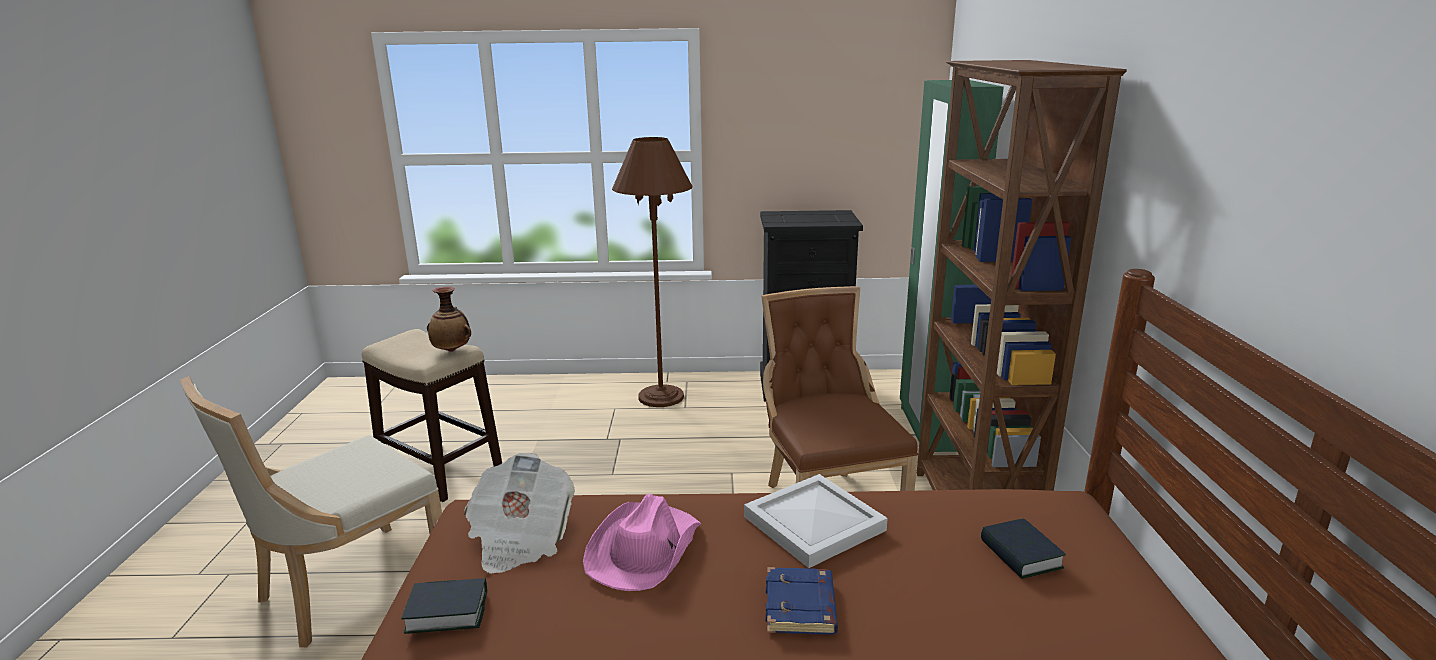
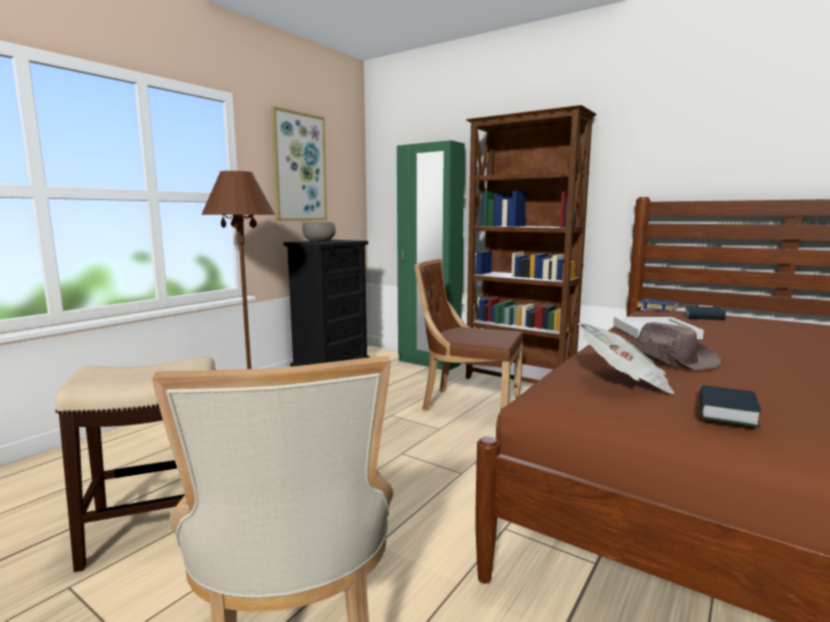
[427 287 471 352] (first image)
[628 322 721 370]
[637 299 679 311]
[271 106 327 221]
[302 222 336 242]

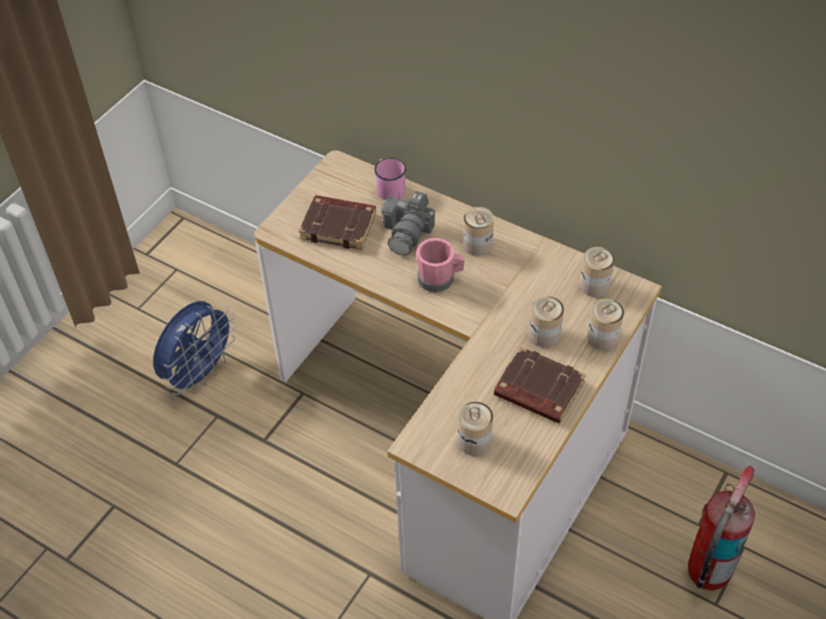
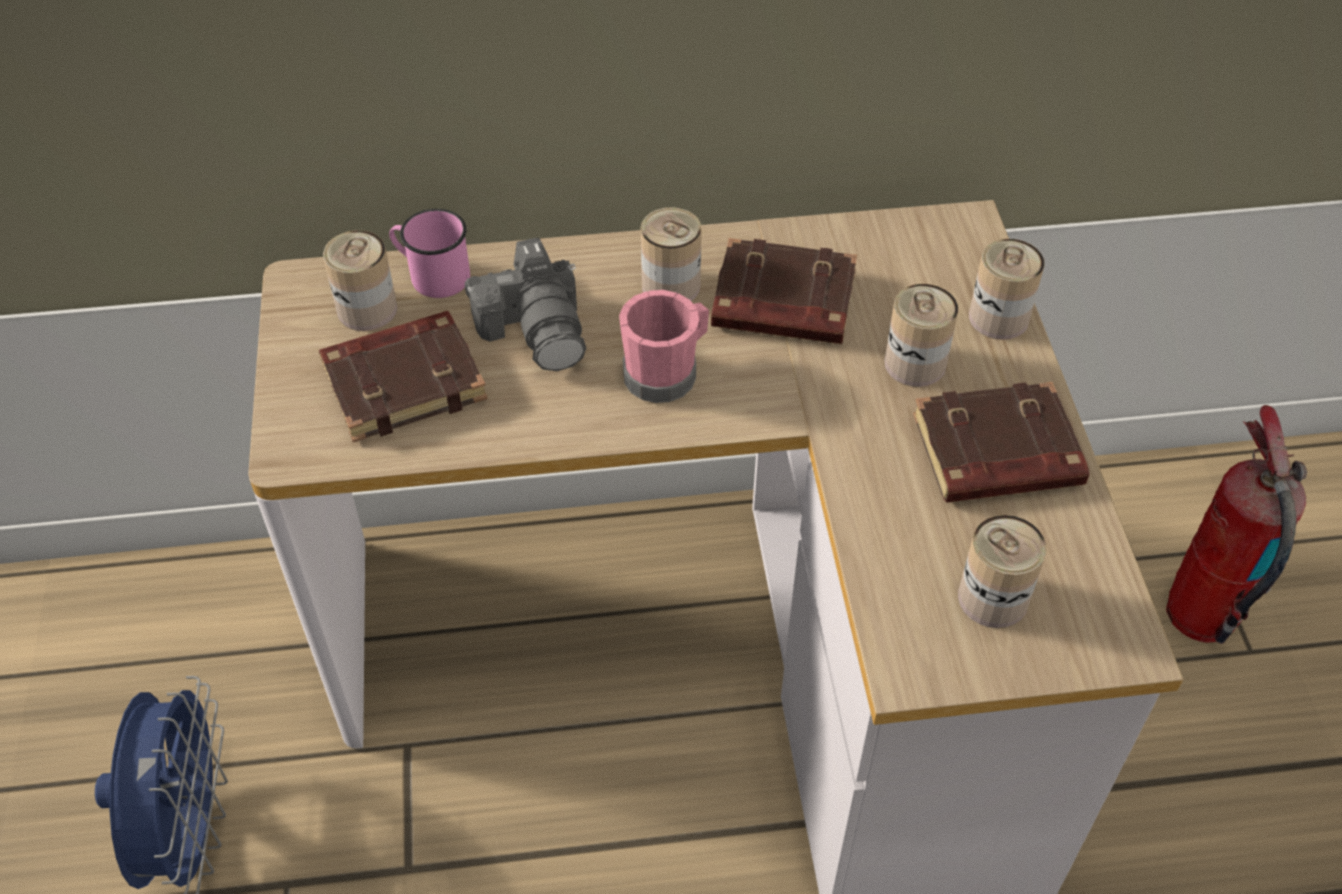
[323 230 397 331]
[711 238 857 344]

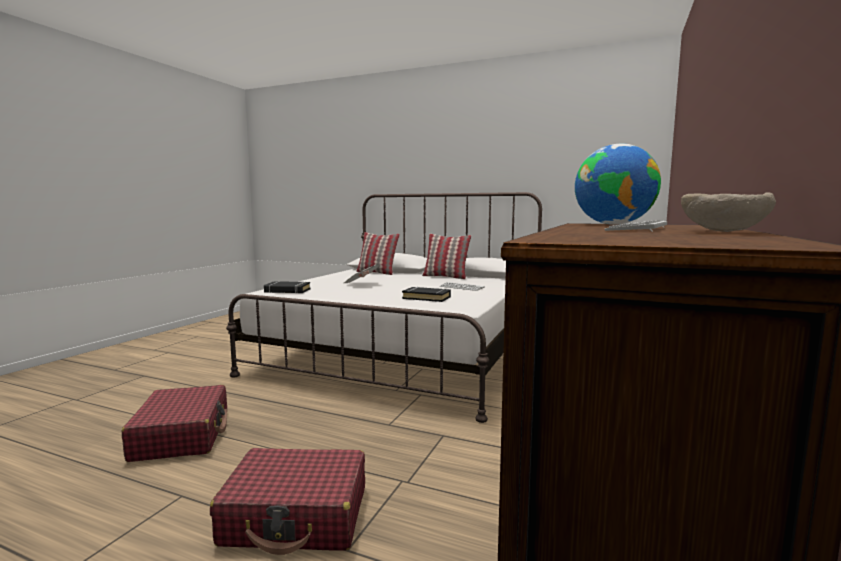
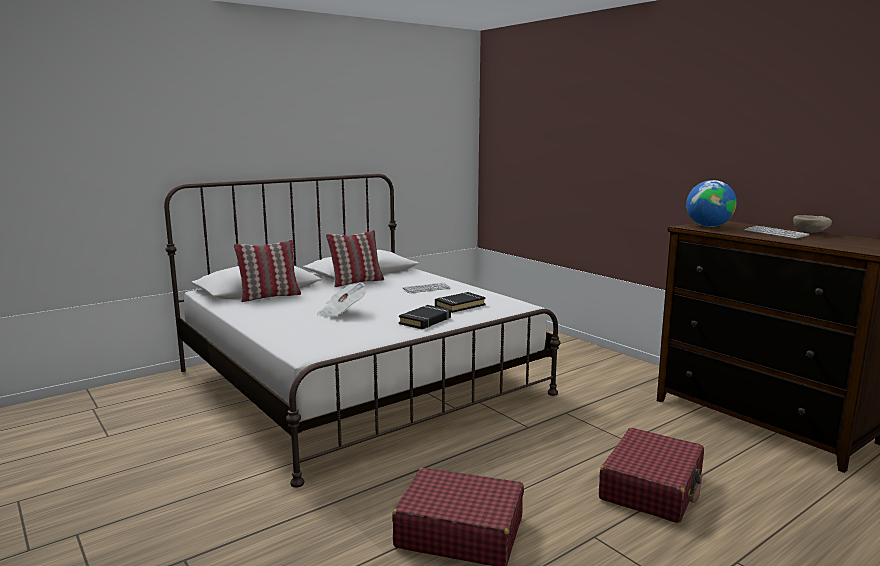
[399 305 451 329]

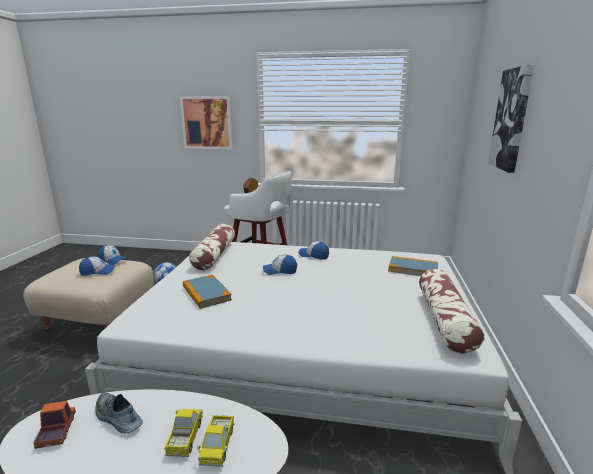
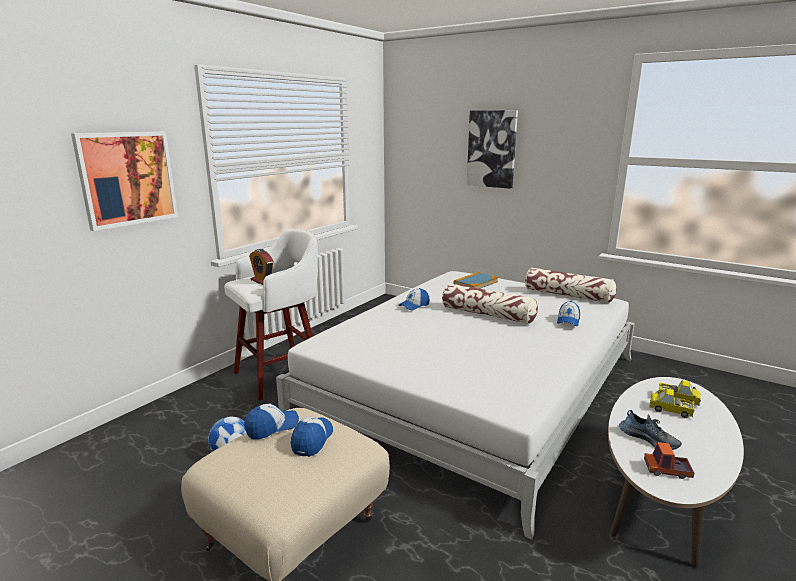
[442 283 538 324]
[557 301 580 326]
[183 275 232 309] (first image)
[619 410 682 450]

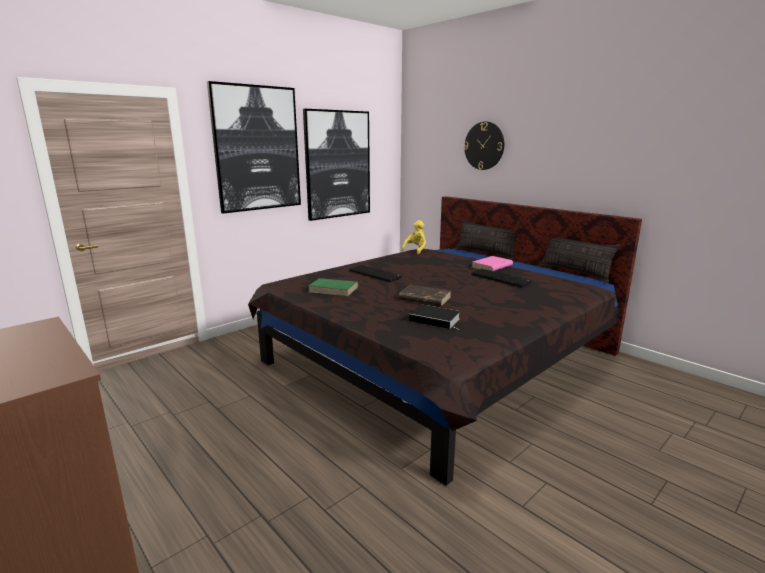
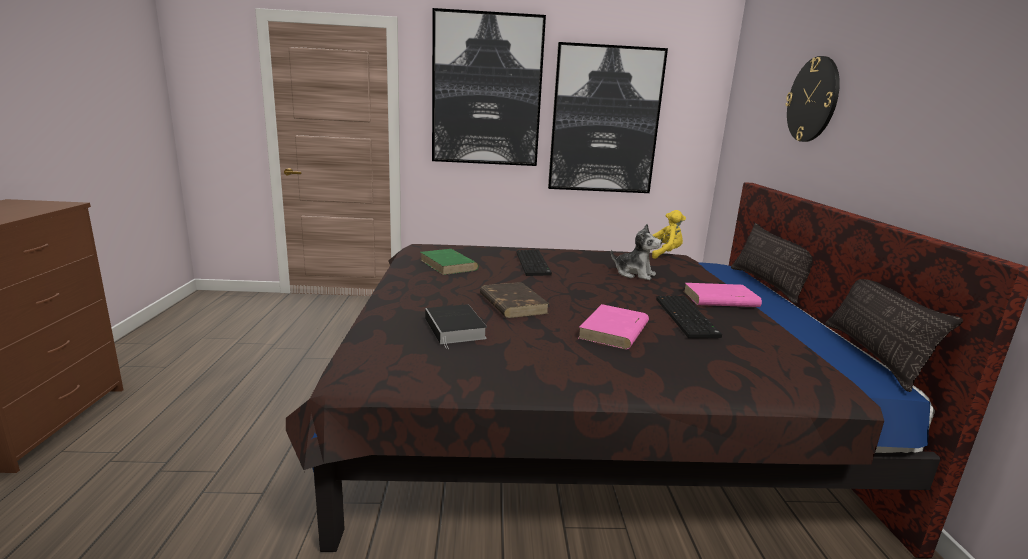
[611 224 662 280]
[578 304 649 349]

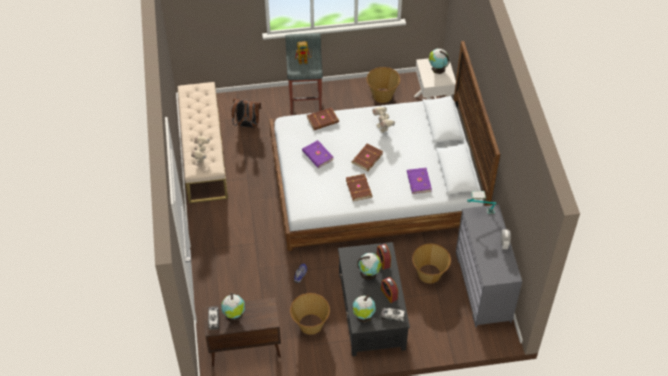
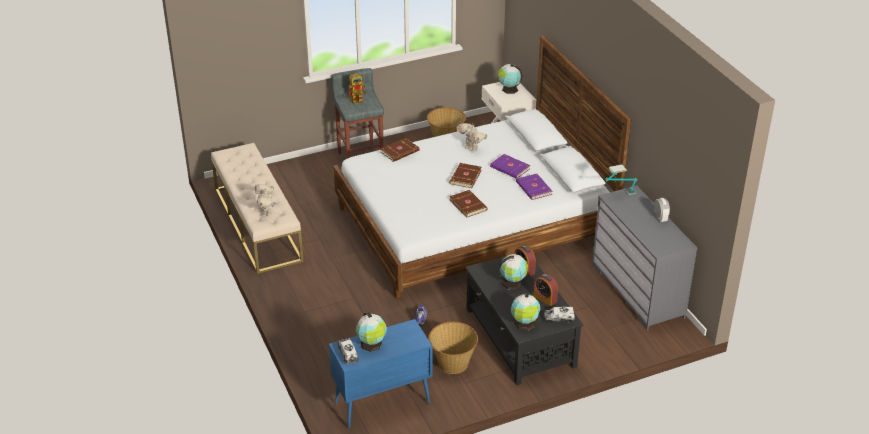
[231 98 261 128] (first image)
[490 154 530 179]
[412 243 451 284] (first image)
[329 319 432 429]

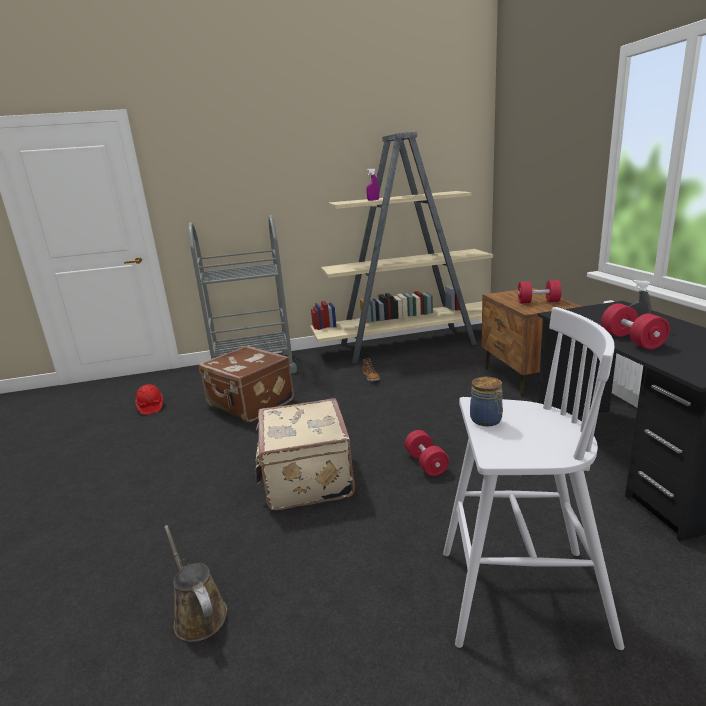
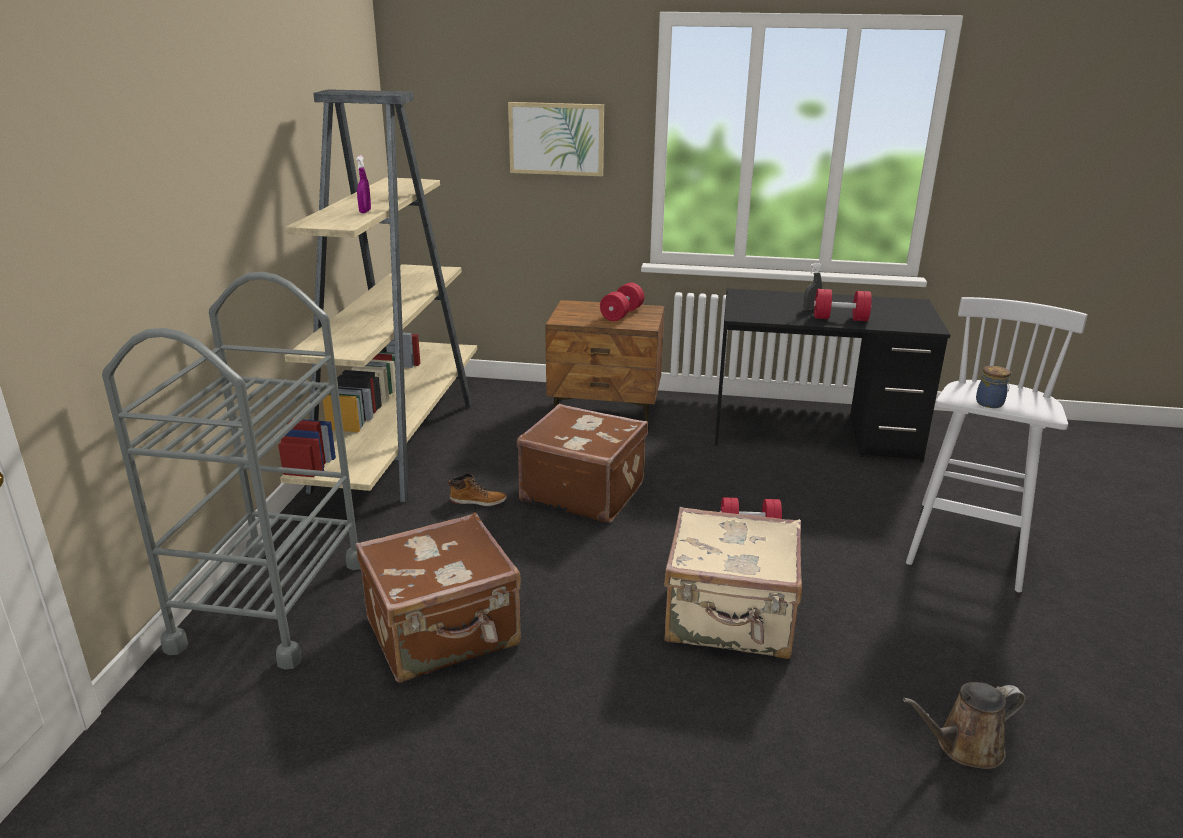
[135 384 163 415] (first image)
[508 102 604 177]
[517 404 648 523]

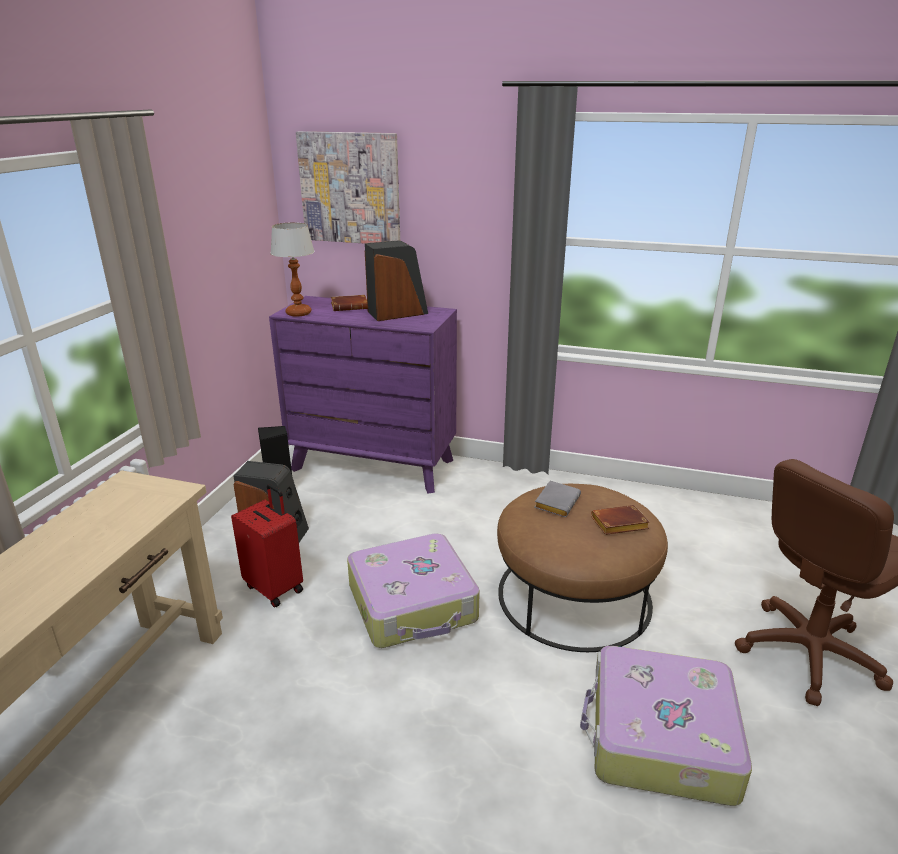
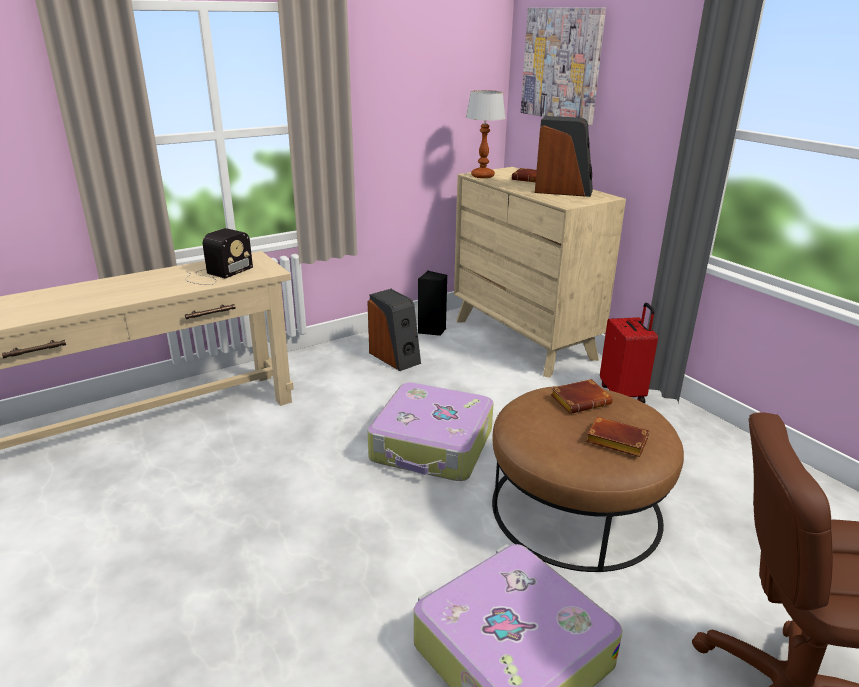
[454 167 626 378]
[550 379 613 414]
[600 303 658 403]
[185 228 253 285]

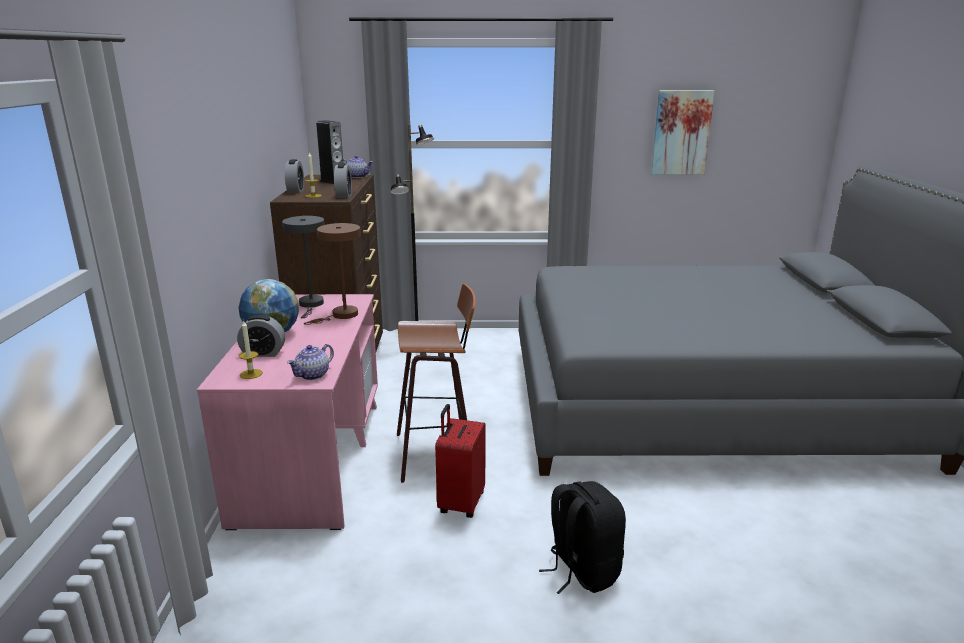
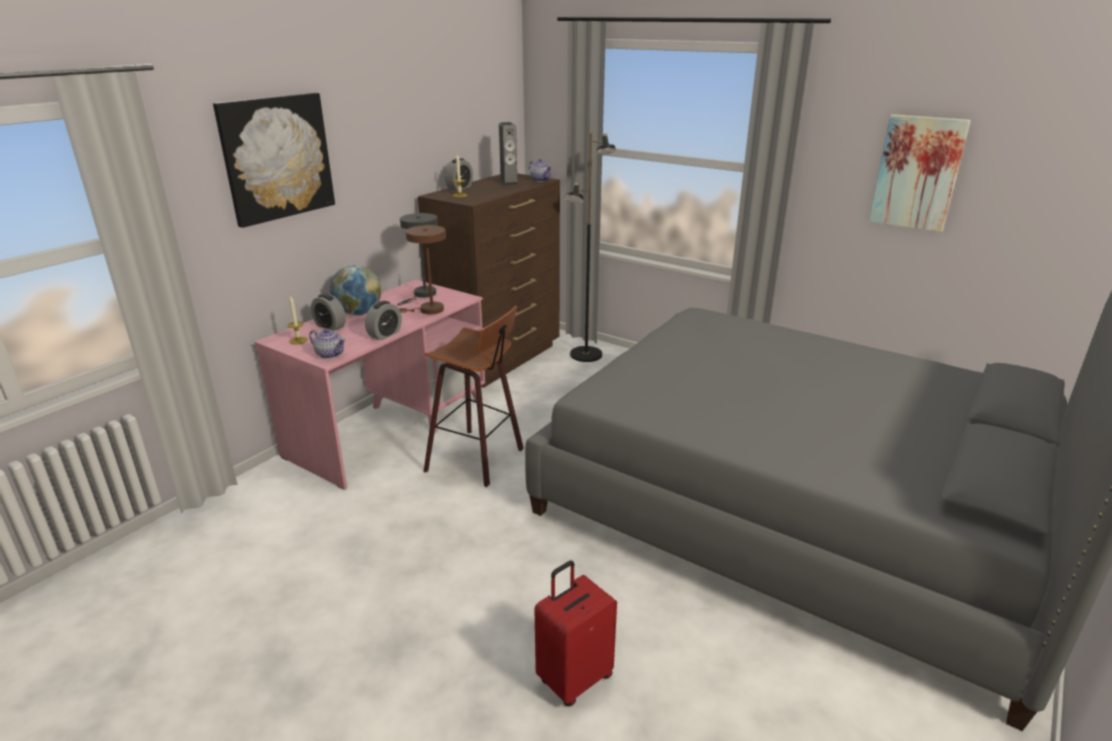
[365 301 402 340]
[309 329 346 359]
[534 560 617 707]
[539 481 626 594] (first image)
[213 93 335 228]

